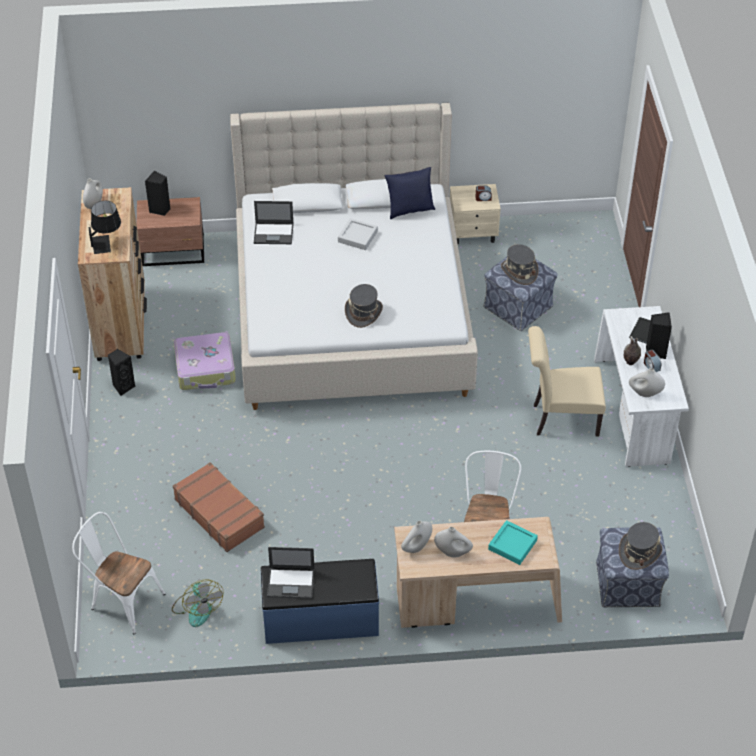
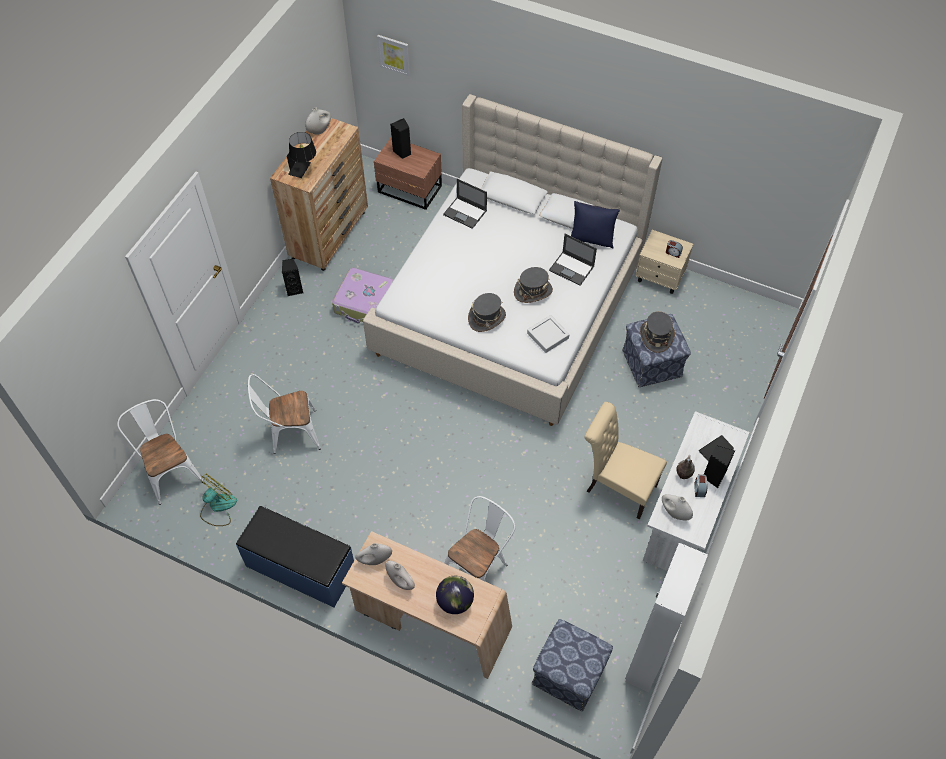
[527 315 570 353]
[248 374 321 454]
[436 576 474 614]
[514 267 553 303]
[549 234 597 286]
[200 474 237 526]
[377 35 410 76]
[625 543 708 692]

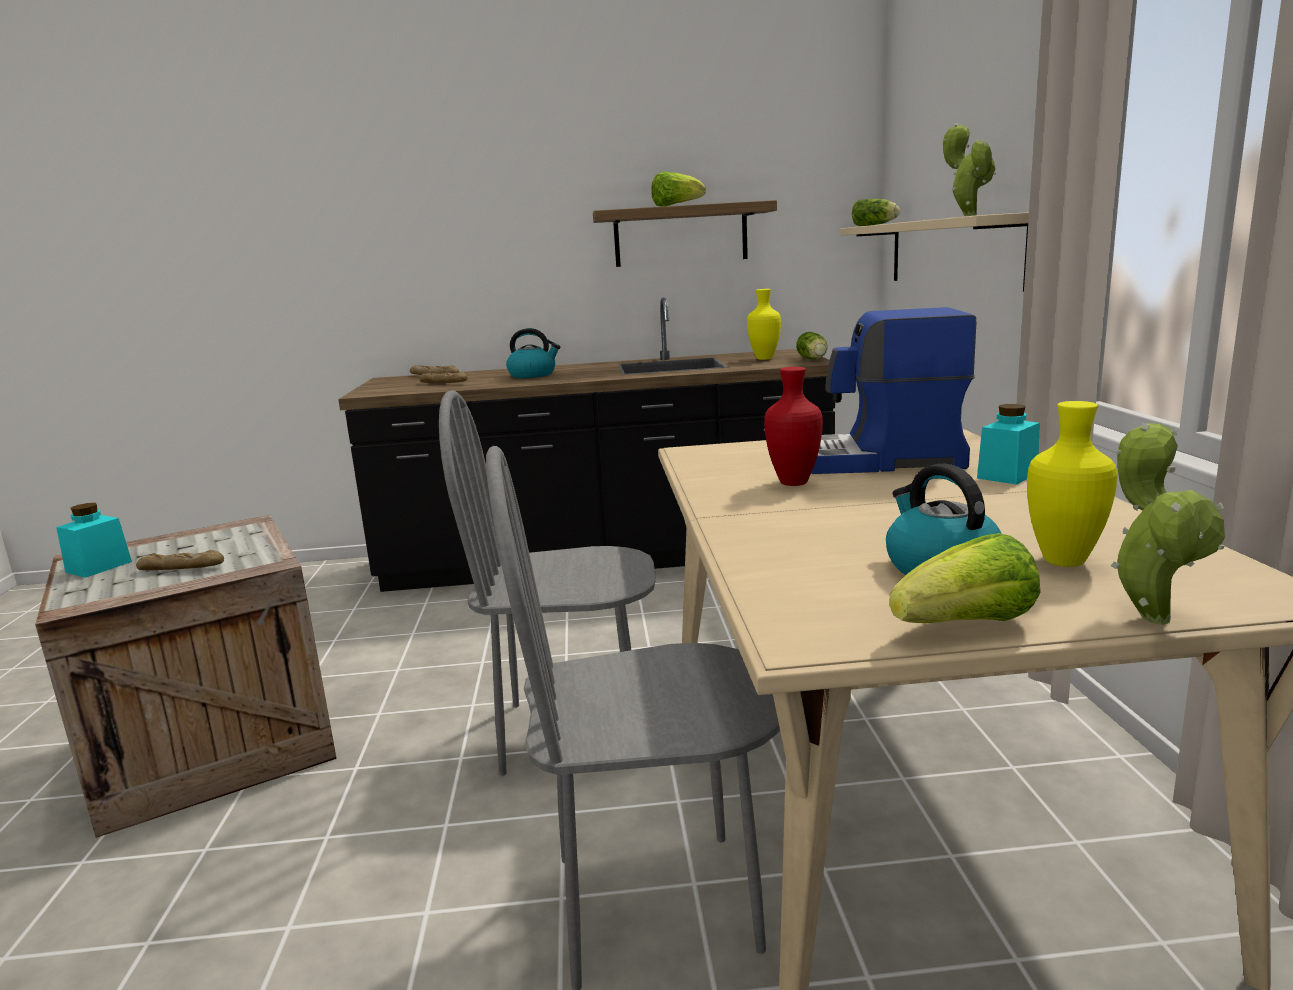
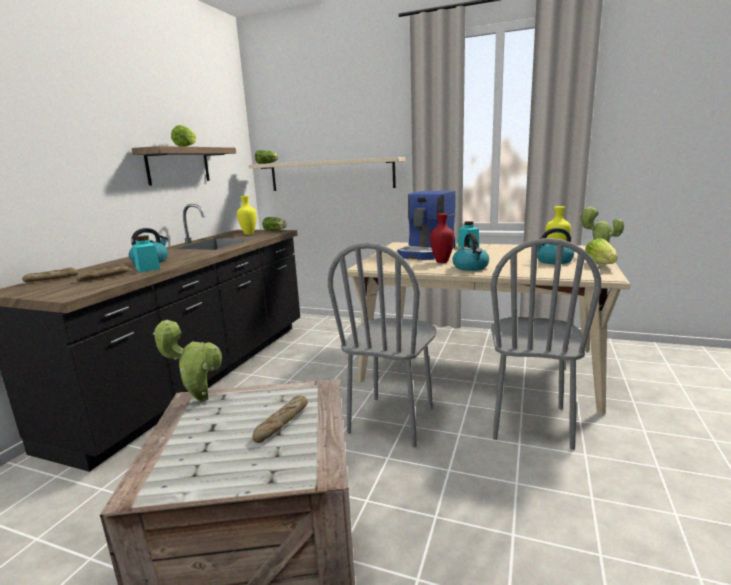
[153 320 222 402]
[133 235 160 272]
[452 233 489 271]

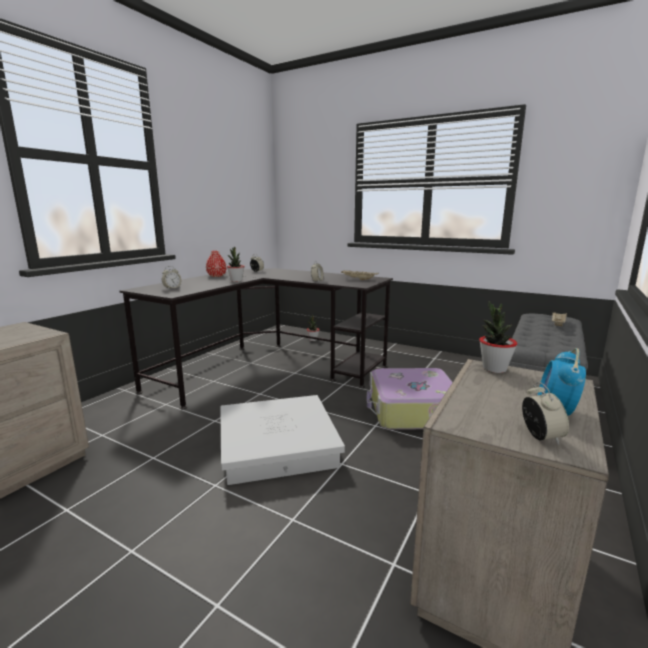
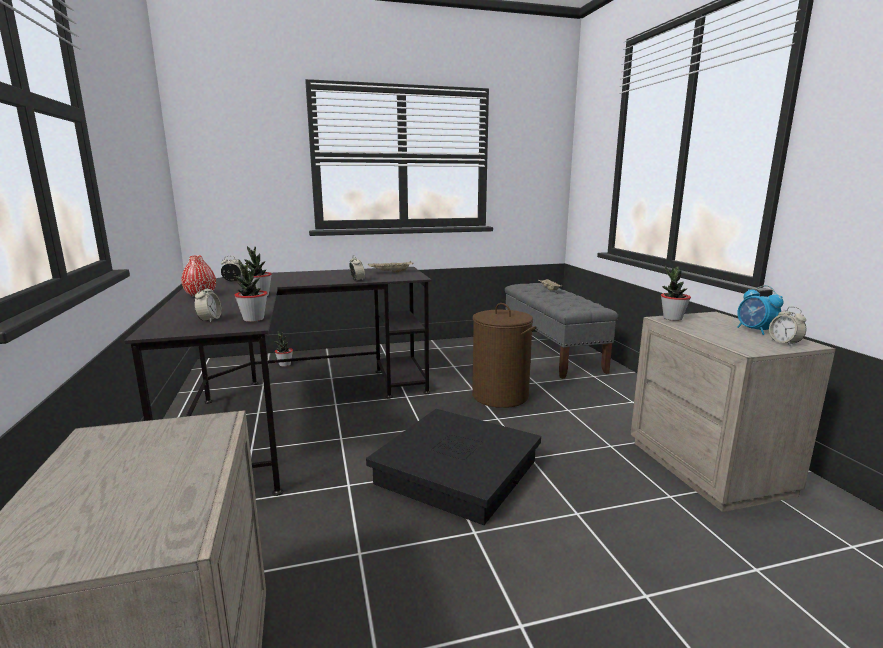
[472 303 537 408]
[769 306 806 346]
[366 409 541 525]
[234 260 267 322]

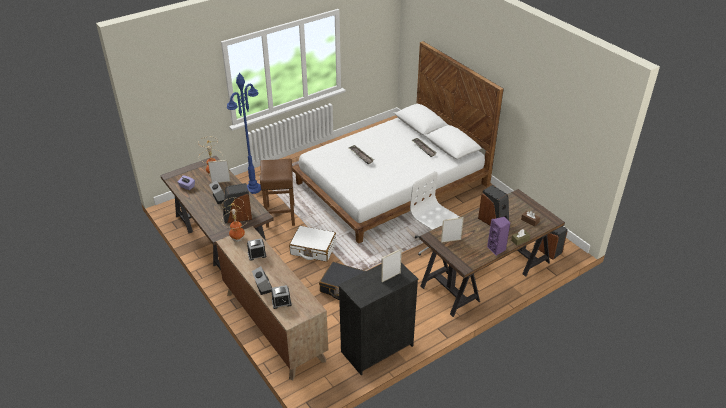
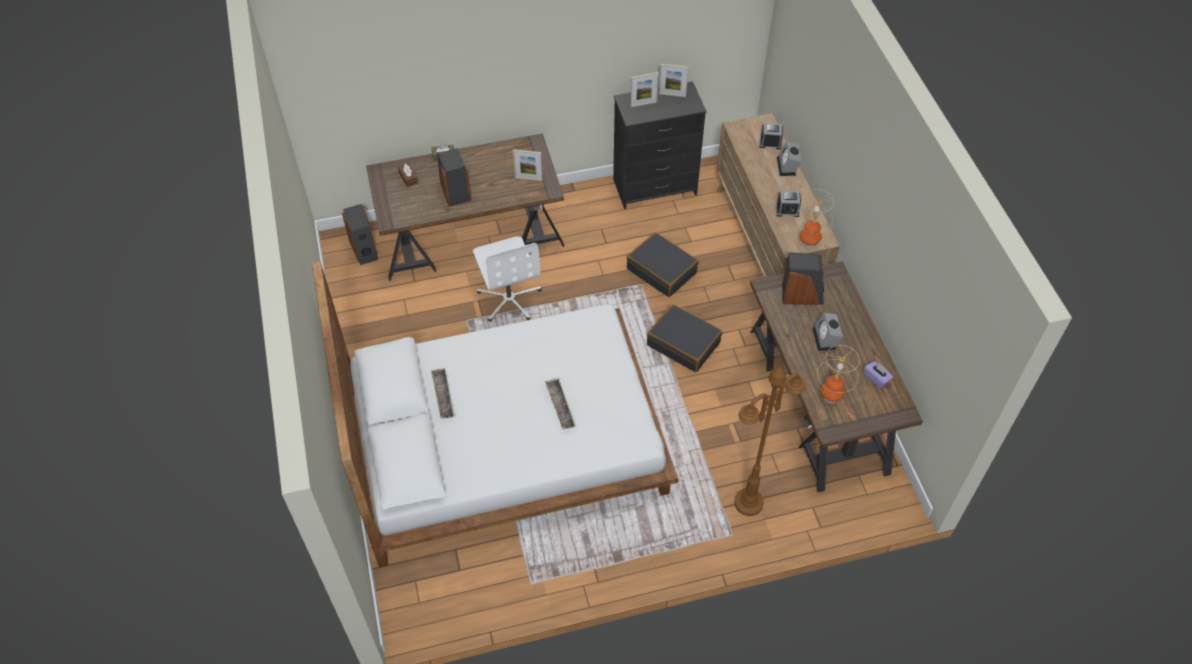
[734 367 805 516]
[260 159 295 228] (first image)
[659 64 688 97]
[487 217 511 256] (first image)
[647 304 722 372]

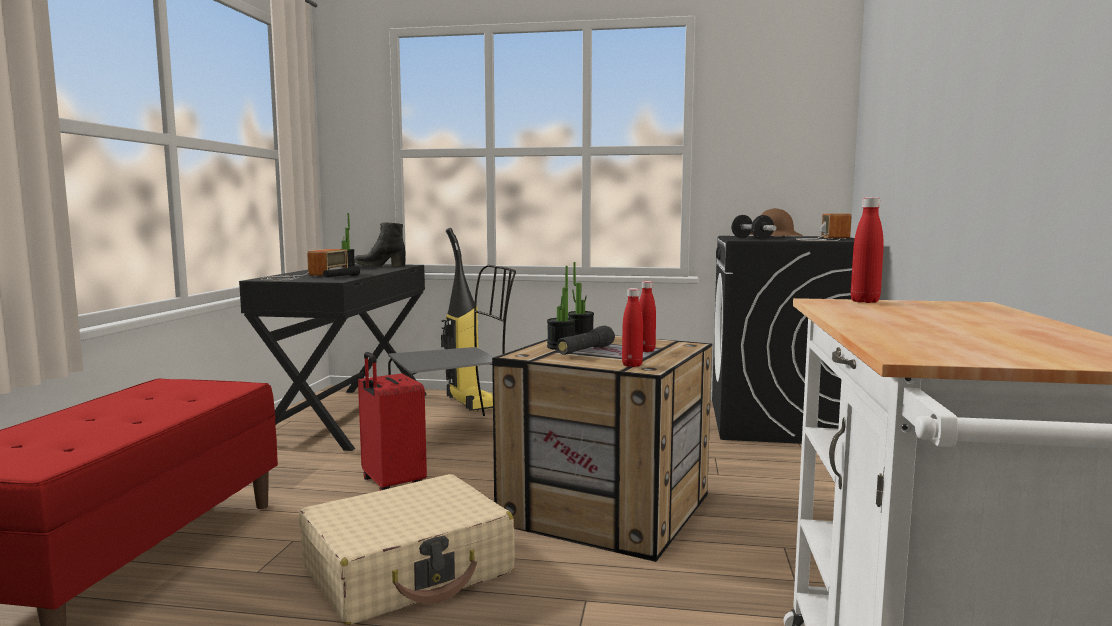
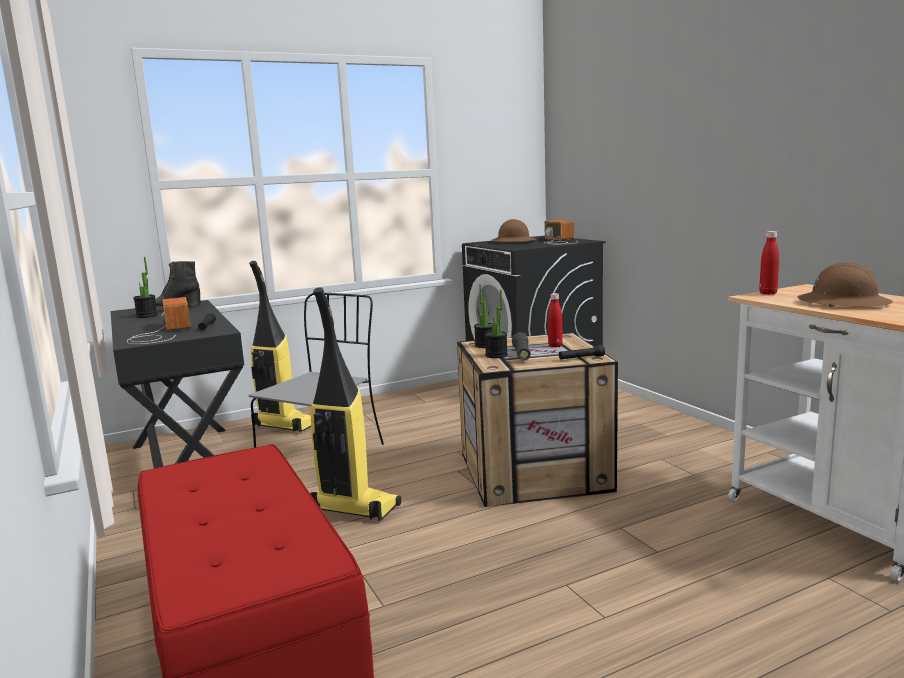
[730 215 777 240] (first image)
[559 345 605 360]
[310 287 402 521]
[299 474 515 625] (first image)
[798 263 893 307]

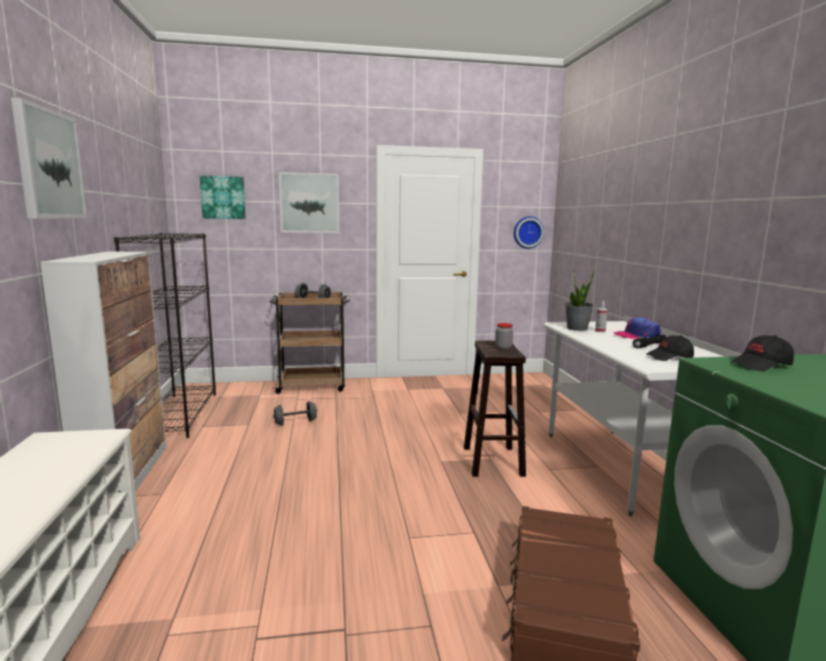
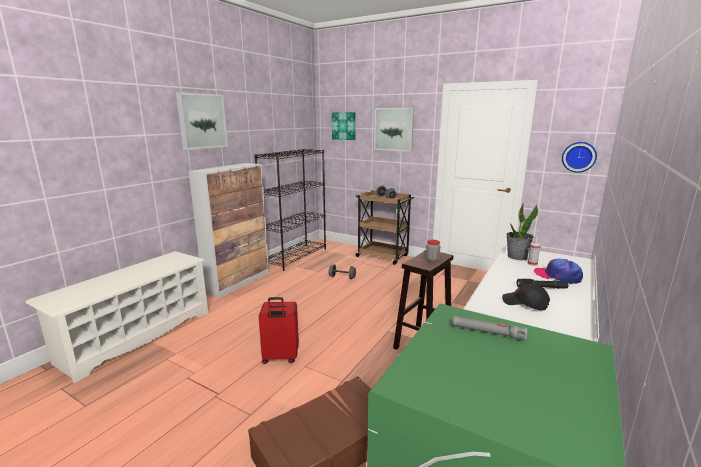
[451 316 527 341]
[259 297 299 364]

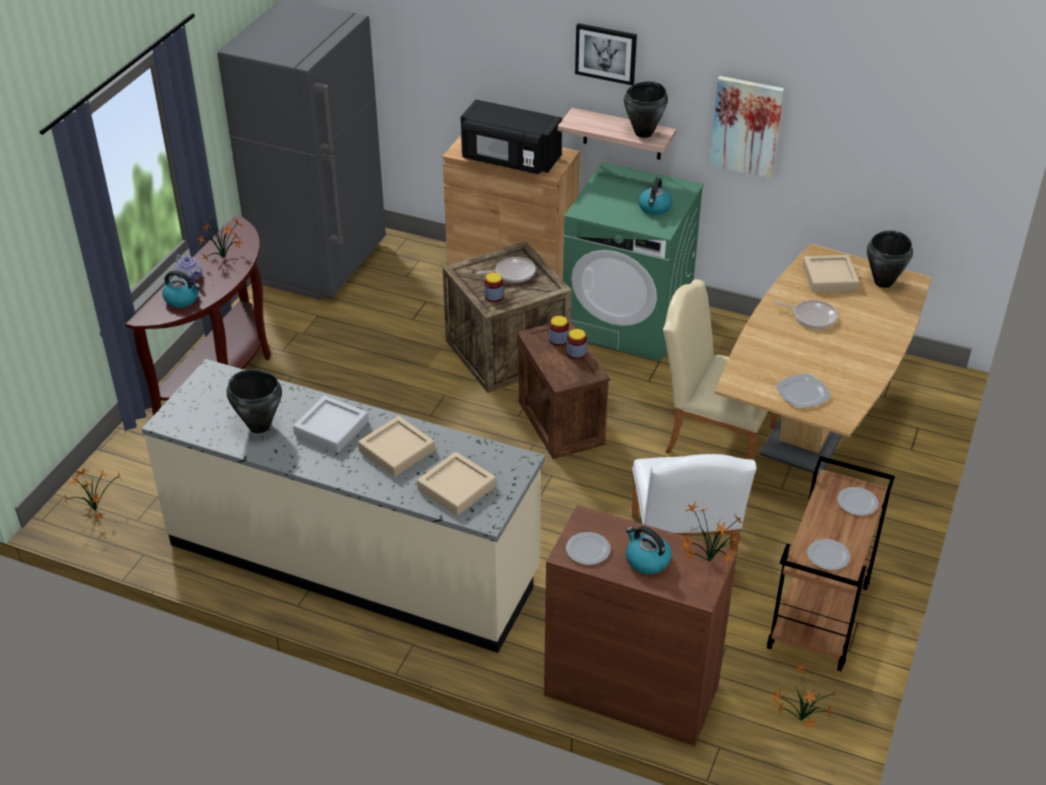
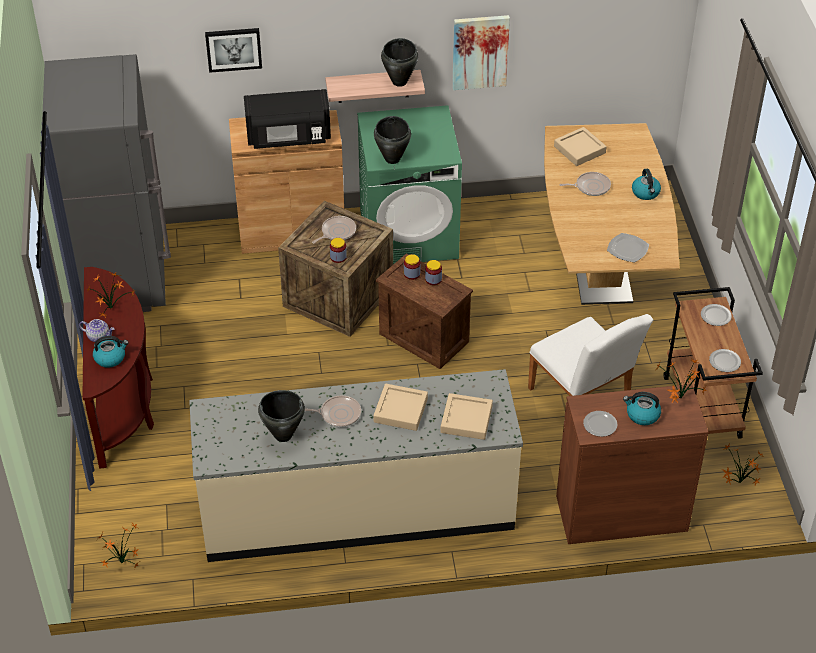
[205 28 262 73]
[632 169 661 200]
[374 116 411 164]
[663 279 778 461] (first image)
[305 395 361 427]

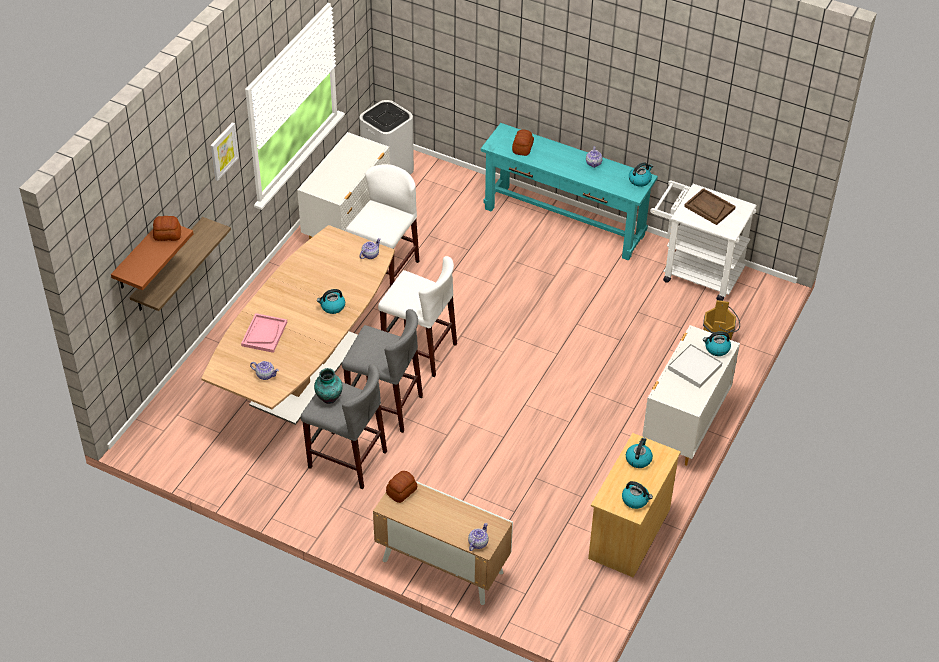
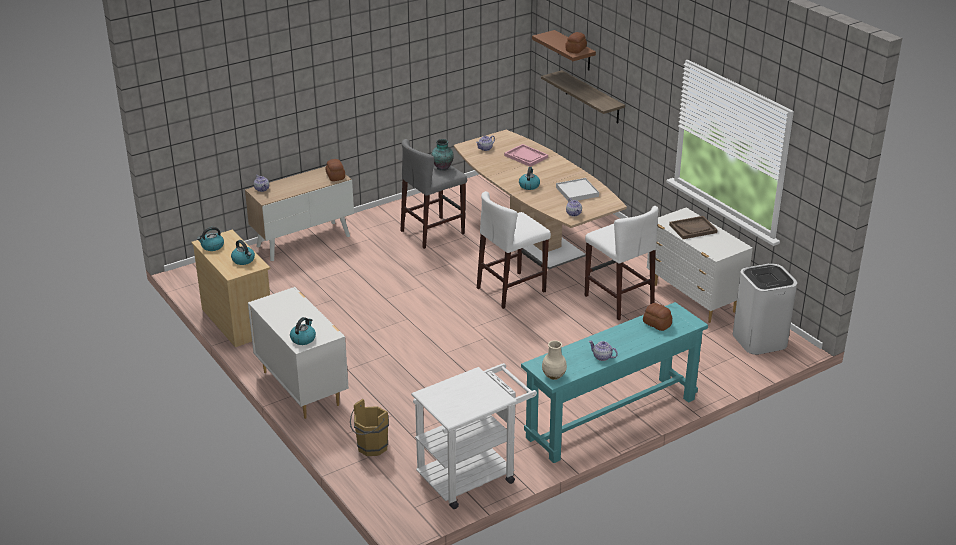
[210 122 239 181] (first image)
[542 340 567 380]
[669 216 717 239]
[342 309 423 433] (first image)
[556 178 599 201]

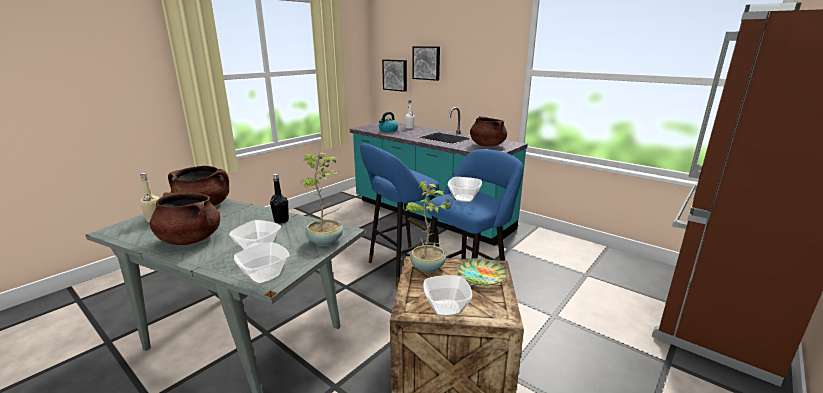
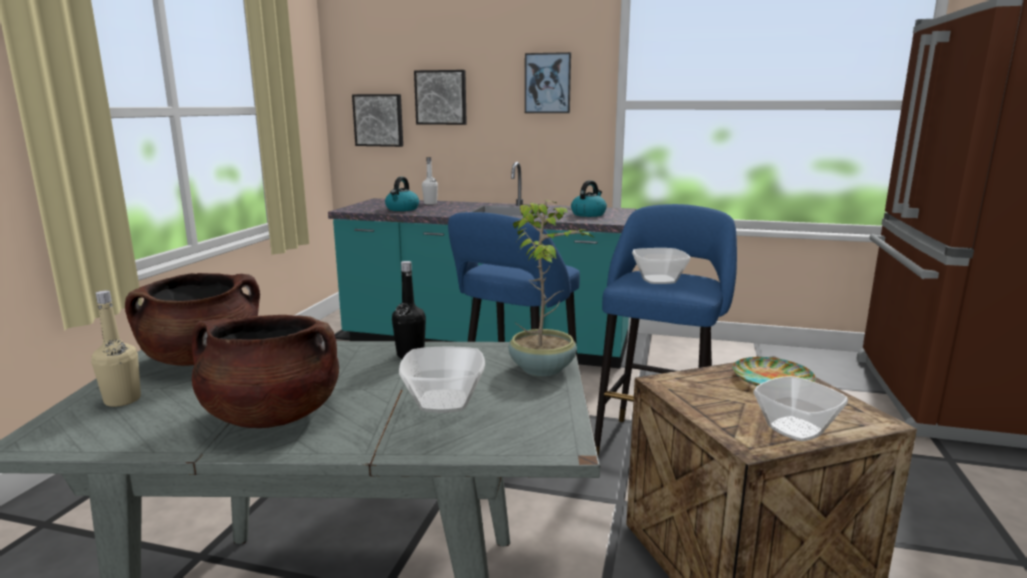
[571 180 607 217]
[405 181 456 273] (first image)
[234 242 290 285] (first image)
[525 52 571 113]

